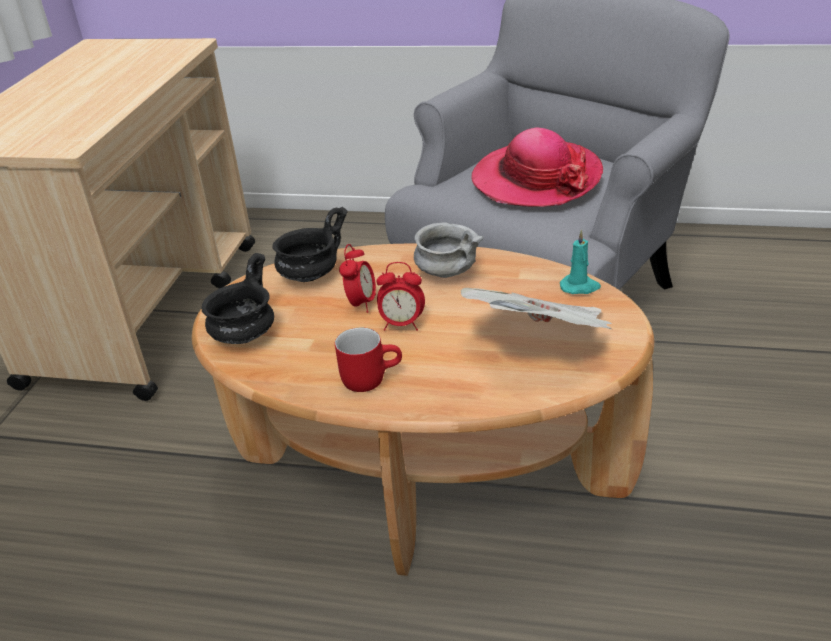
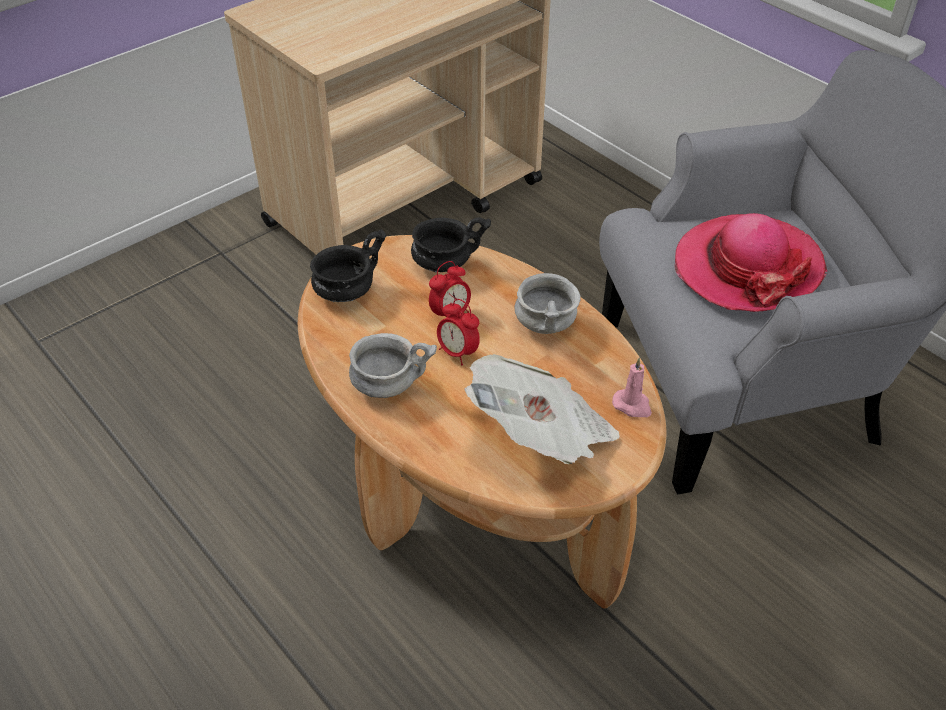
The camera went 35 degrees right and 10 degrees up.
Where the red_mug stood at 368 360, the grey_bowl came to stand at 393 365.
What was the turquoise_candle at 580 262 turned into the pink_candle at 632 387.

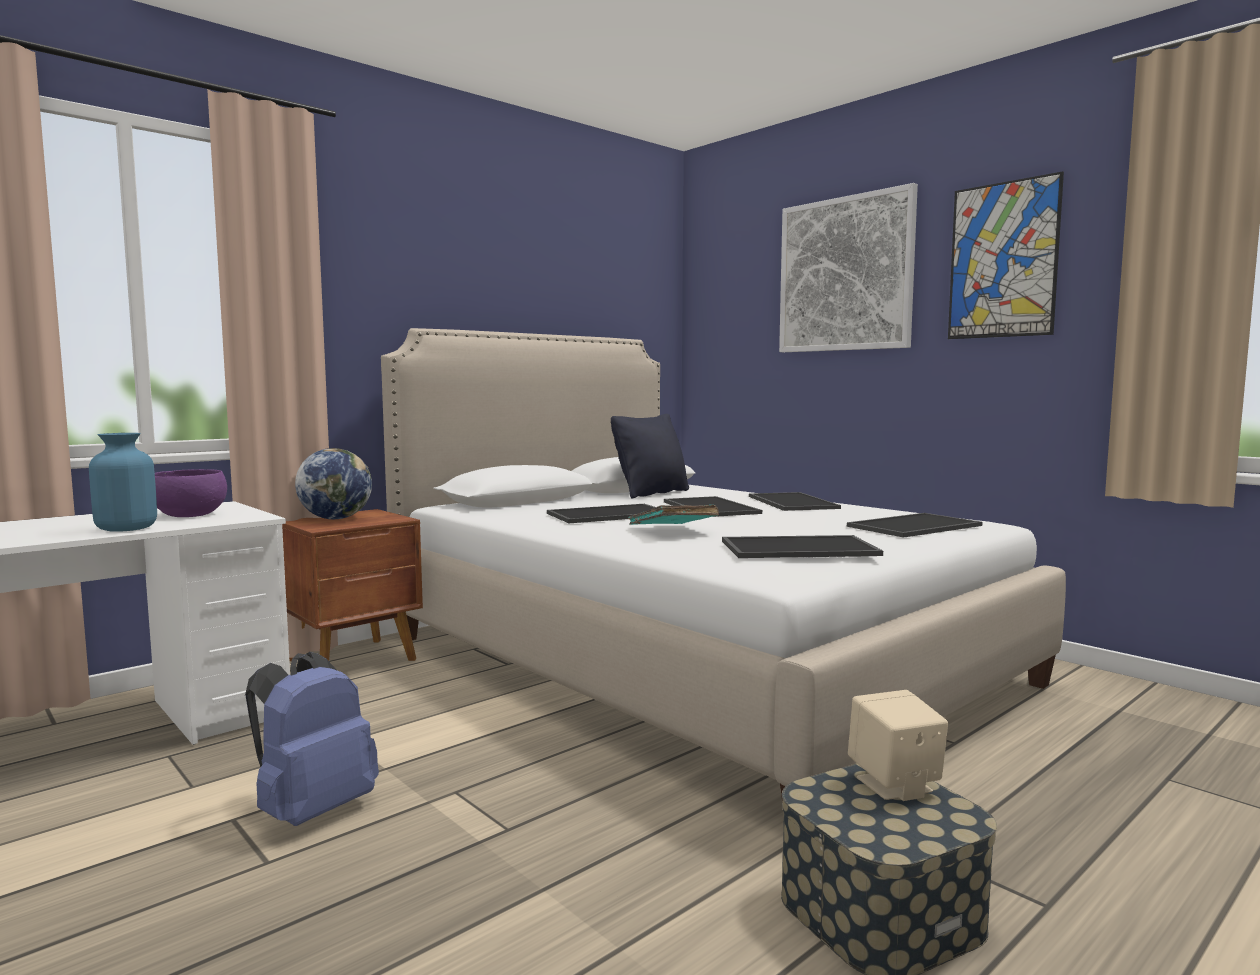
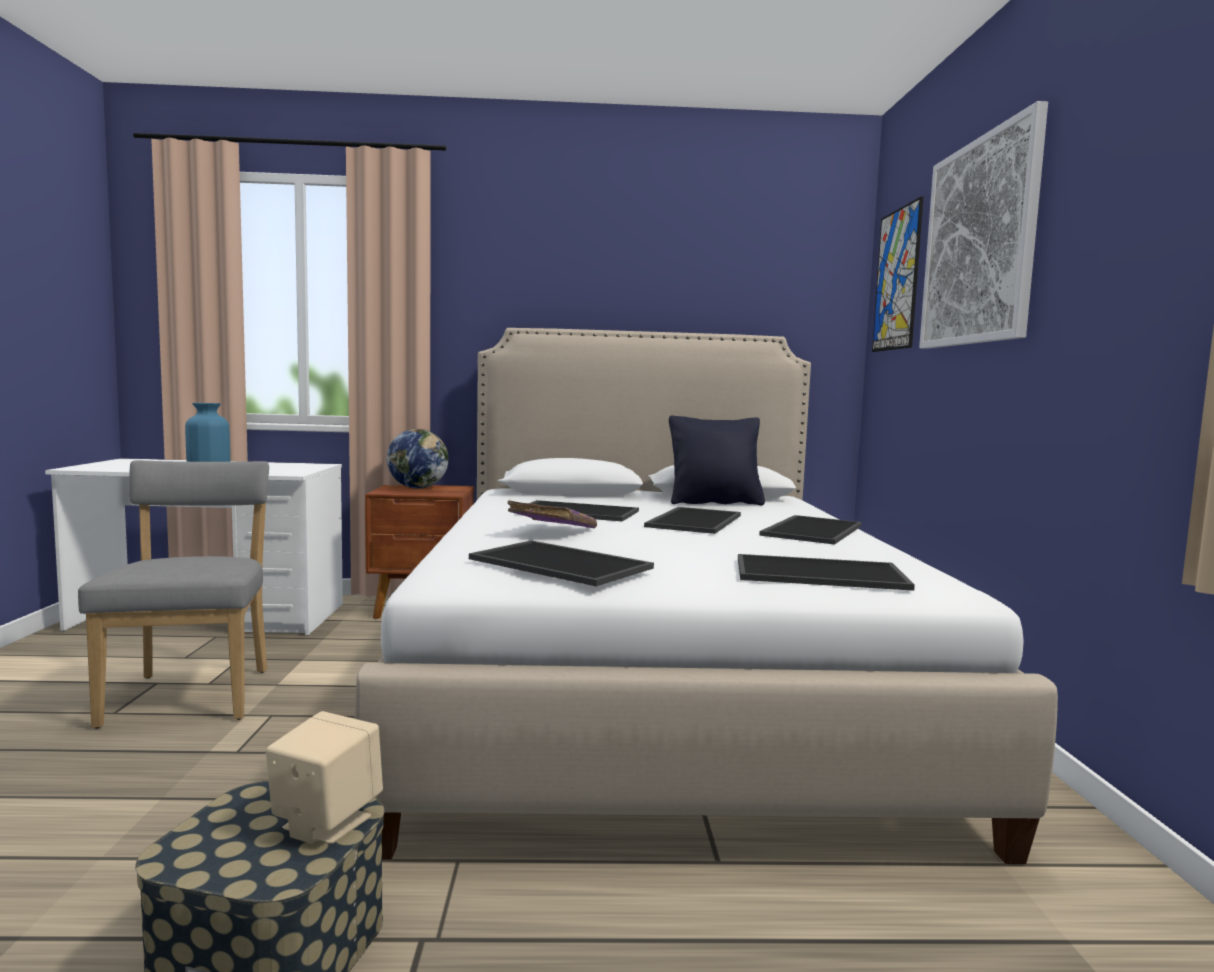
The camera went 40 degrees right and 0 degrees up.
The second view lost the purple_bowl at 191 493.
The picture ended up elsewhere, having gone from 1006 255 to 898 274.
Where the blue_backpack stood at 312 739, the grey_chair came to stand at 173 594.
What was the turquoise_book at 673 515 turned into the purple_book at 552 514.

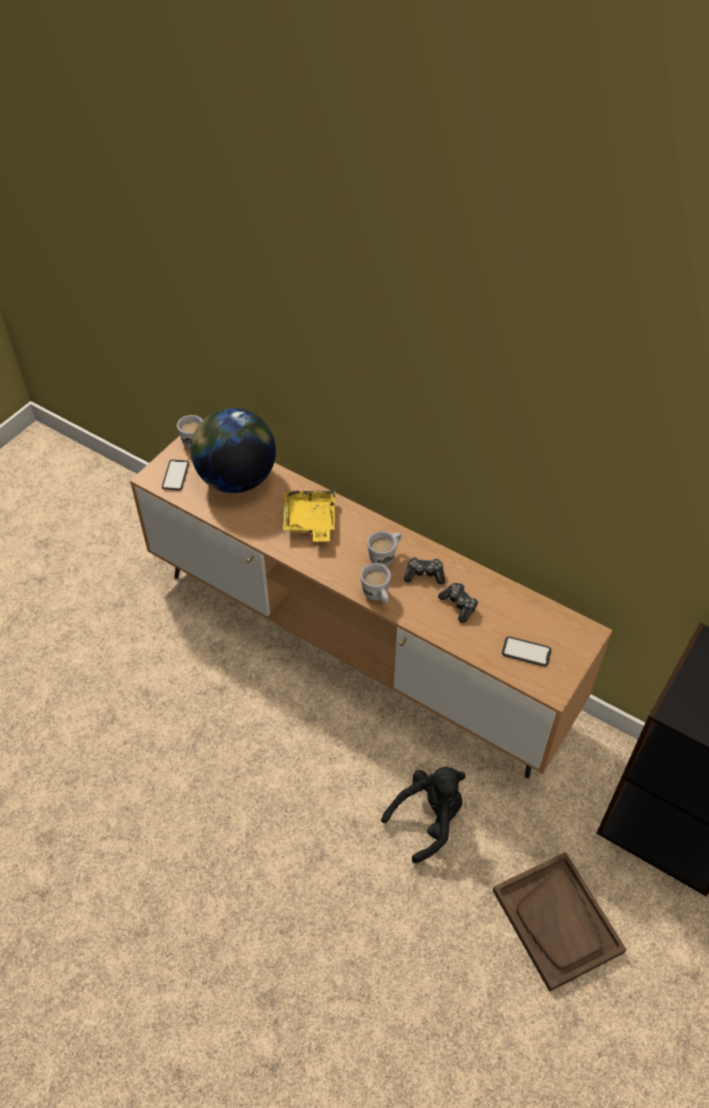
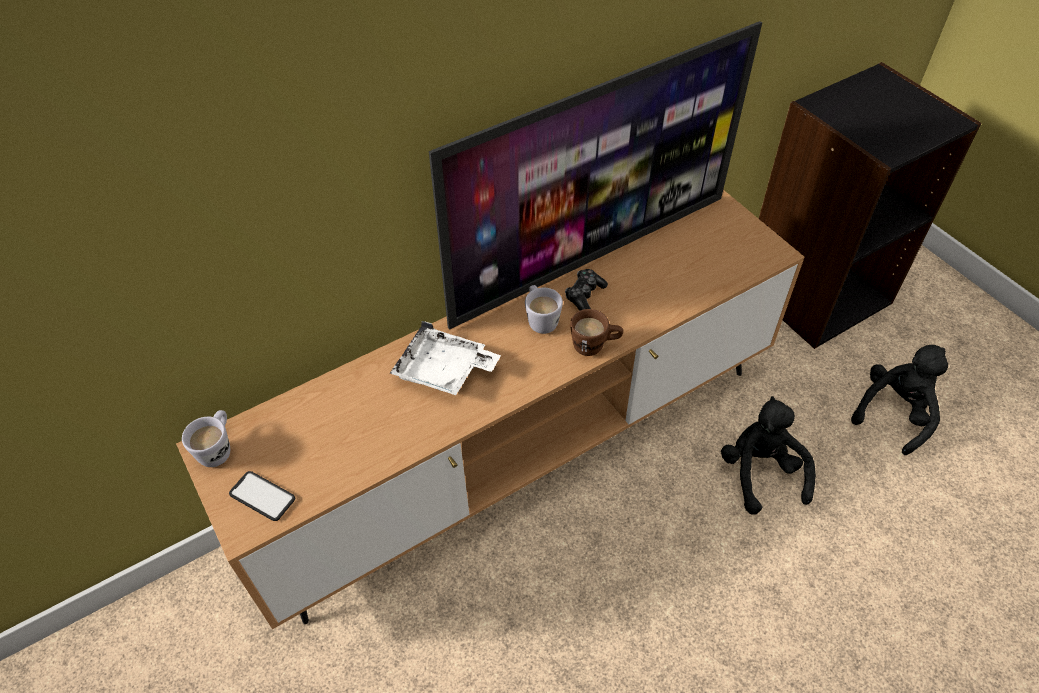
The camera went 65 degrees left and 0 degrees up.
The second view lost the globe at 233 450.
The second view lost the game_controller at 458 603.
The second view lost the phone at 526 651.
The second view gained the television at 595 175.
Where the brown_tray stood at 559 922, the black_plush_toy came to stand at 899 400.
What was the yellow_tray at 309 515 turned into the white_tray at 445 358.
What was the white_mug at 375 583 turned into the brown_mug at 596 332.

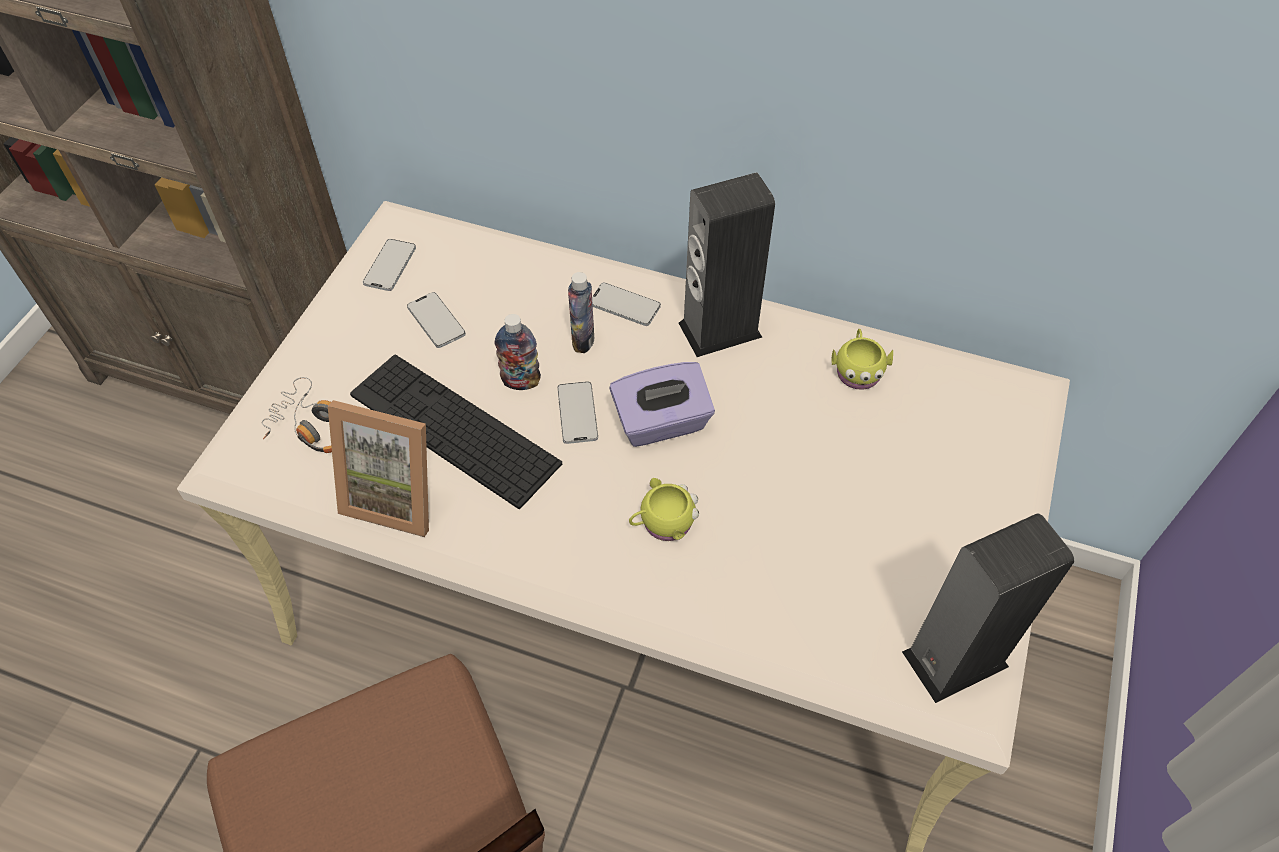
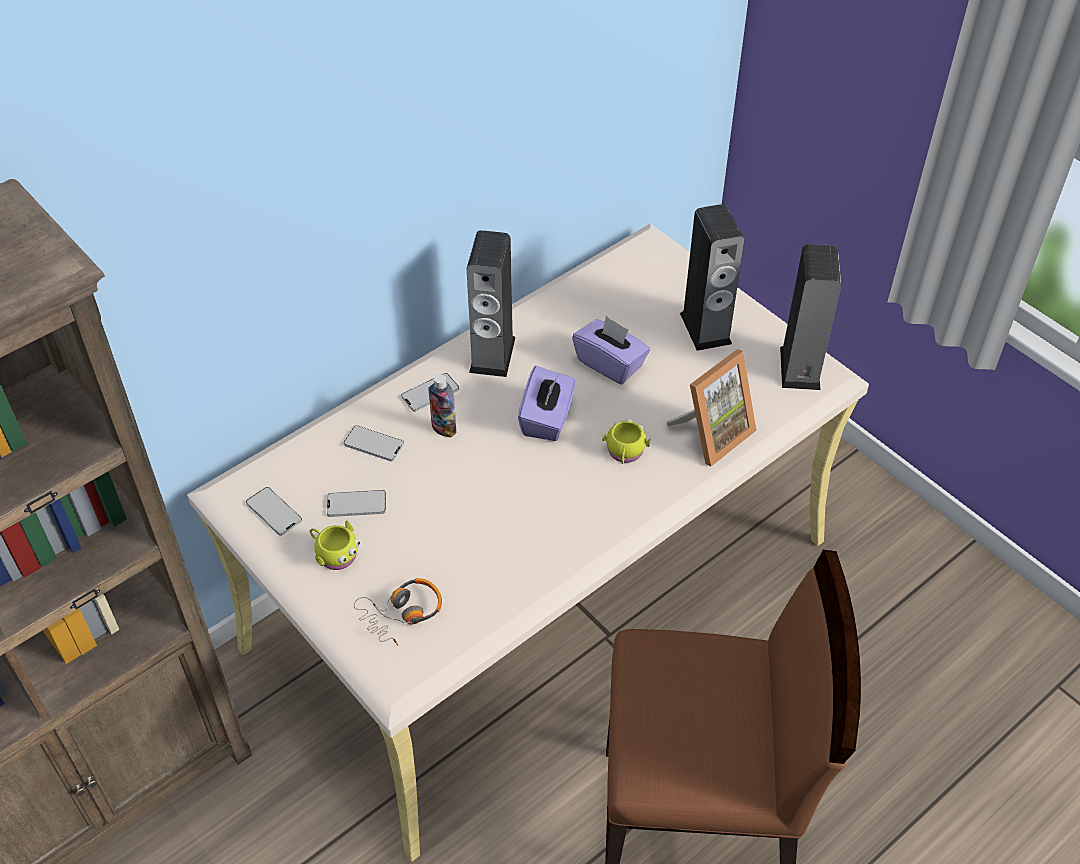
The camera went 60 degrees left and 5 degrees down.
The second view lost the keyboard at 456 431.
The second view lost the bottle at 517 352.
The second view gained the purple_tissue_box at 611 350.
The second view gained the speaker at 712 277.
The picture_frame ended up elsewhere, having gone from 378 468 to 712 407.
The phone ended up elsewhere, having gone from 577 413 to 373 443.
The yellow_mug ended up elsewhere, having gone from 862 359 to 335 545.

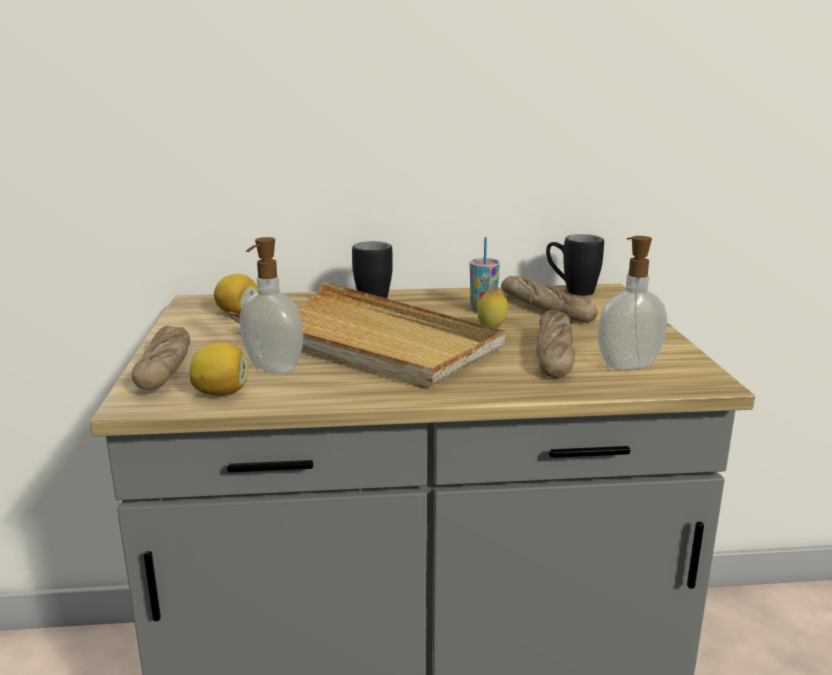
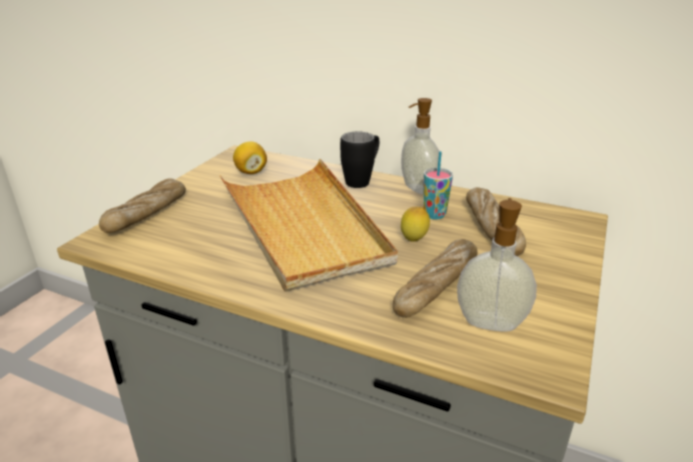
The camera went 30 degrees right and 10 degrees up.
The second view lost the lemon at 219 369.
The second view lost the black_mug at 575 265.
The soap_dispenser ended up elsewhere, having gone from 271 305 to 420 146.

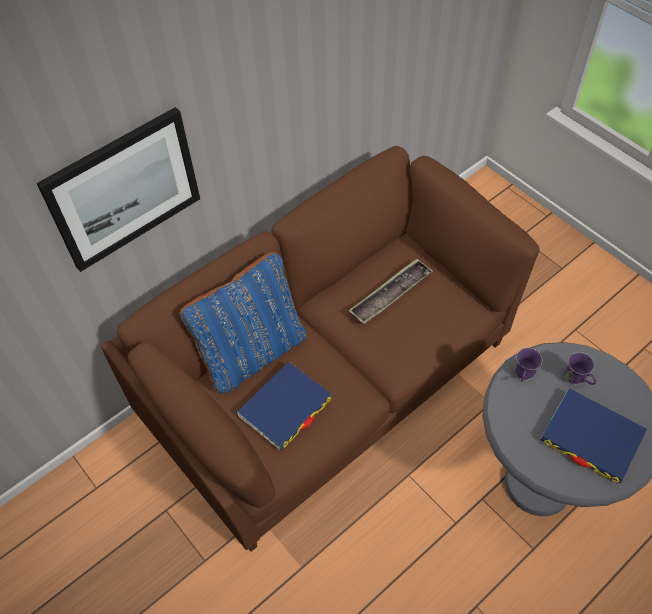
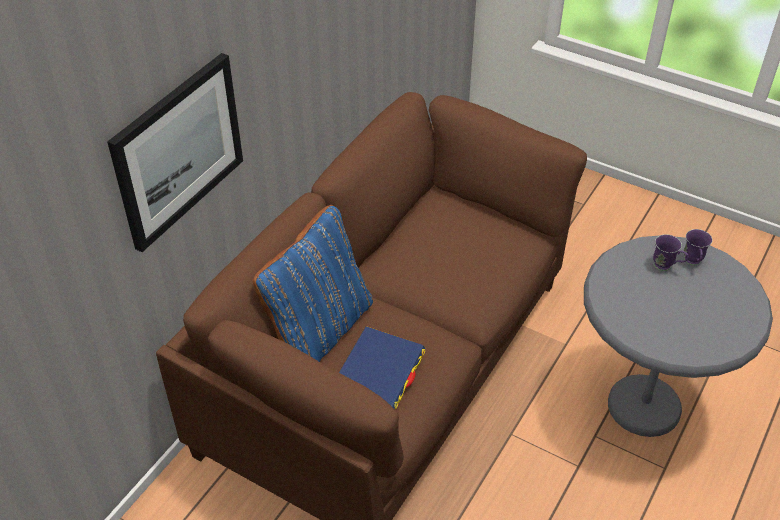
The camera went 20 degrees left and 10 degrees down.
The second view lost the tray at 390 291.
The second view lost the blue_book at 594 436.
The purple_mug ended up elsewhere, having gone from 528 364 to 698 247.

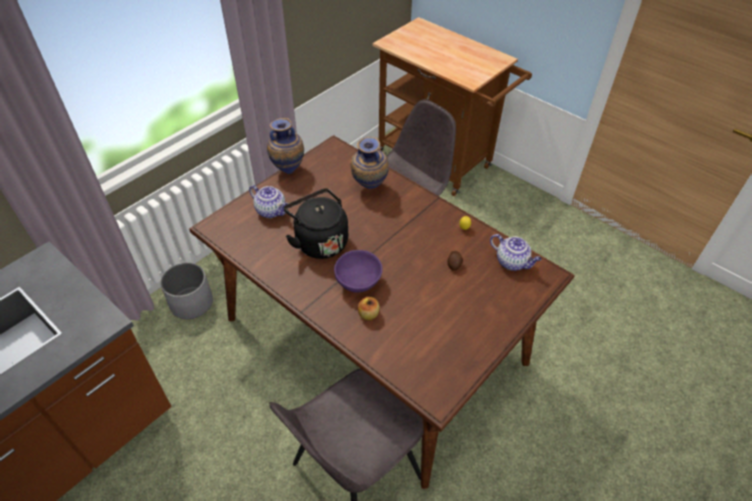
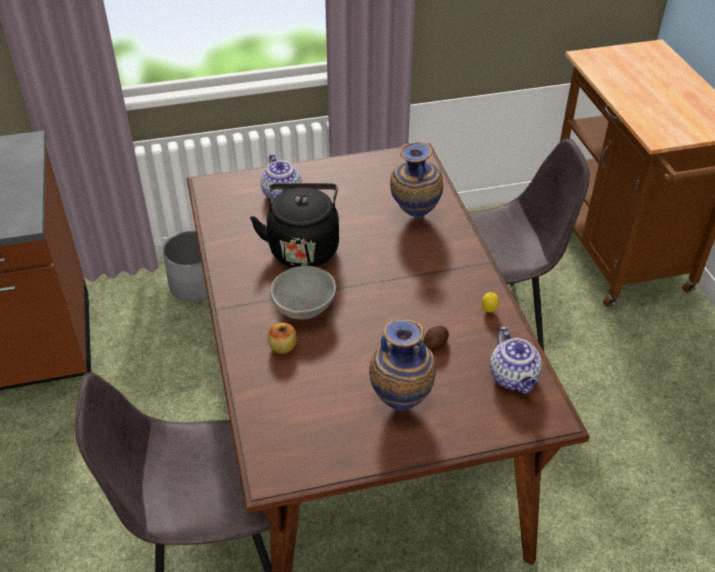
The camera went 35 degrees right and 5 degrees down.
The vase ended up elsewhere, having gone from 285 146 to 402 365.
What was the purple_bowl at 358 271 turned into the grey_bowl at 303 292.

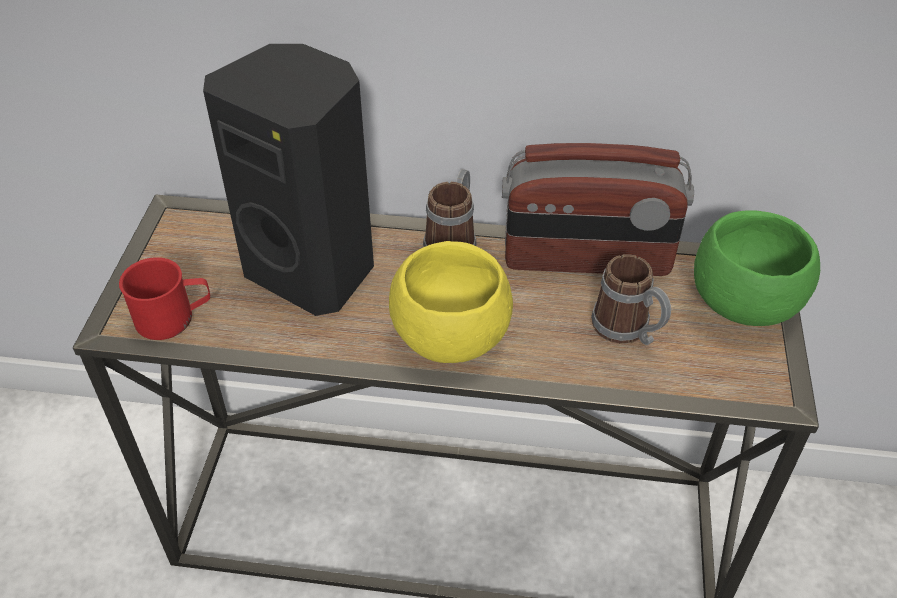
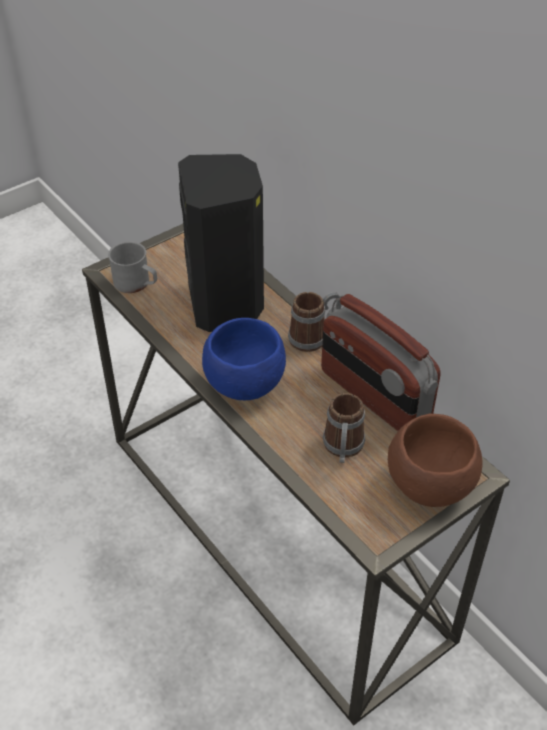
The camera went 45 degrees right and 0 degrees up.
What was the red_mug at 164 298 turned into the grey_mug at 132 267.
What was the yellow_bowl at 451 302 turned into the blue_bowl at 244 359.
What was the green_bowl at 757 268 turned into the brown_bowl at 435 460.

